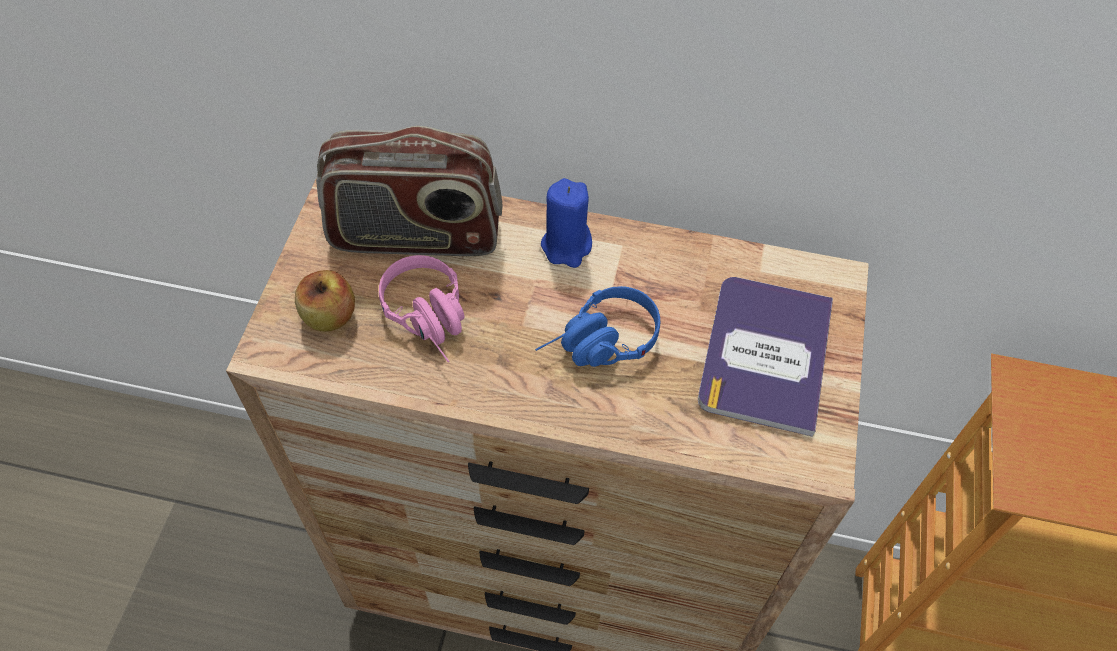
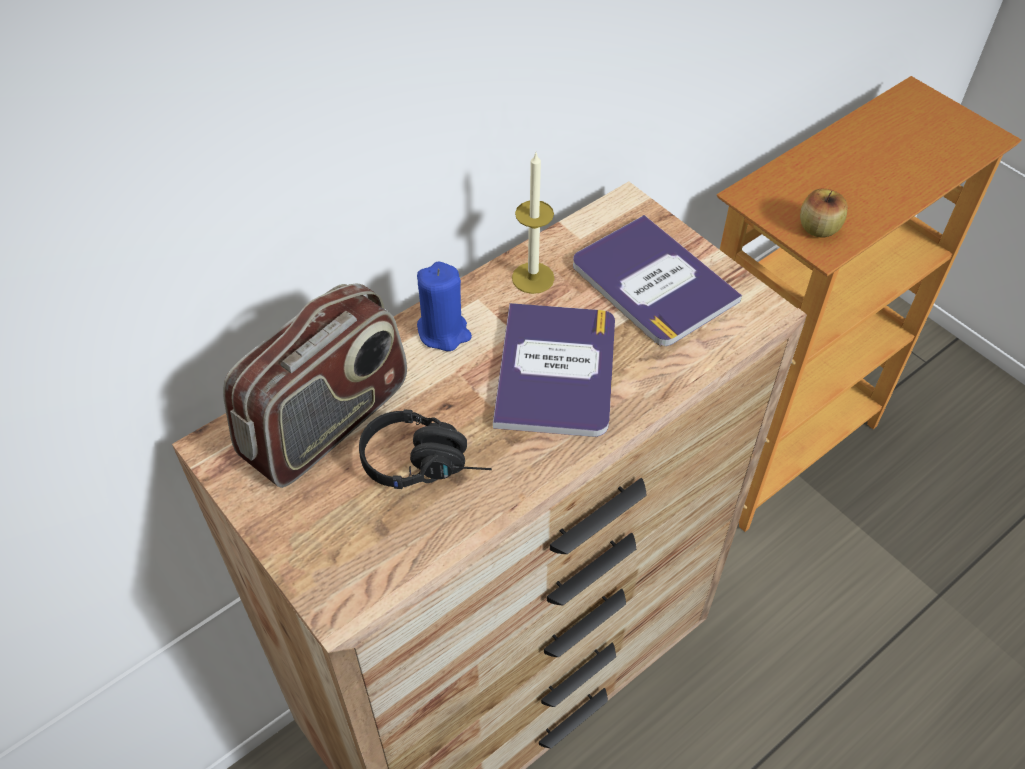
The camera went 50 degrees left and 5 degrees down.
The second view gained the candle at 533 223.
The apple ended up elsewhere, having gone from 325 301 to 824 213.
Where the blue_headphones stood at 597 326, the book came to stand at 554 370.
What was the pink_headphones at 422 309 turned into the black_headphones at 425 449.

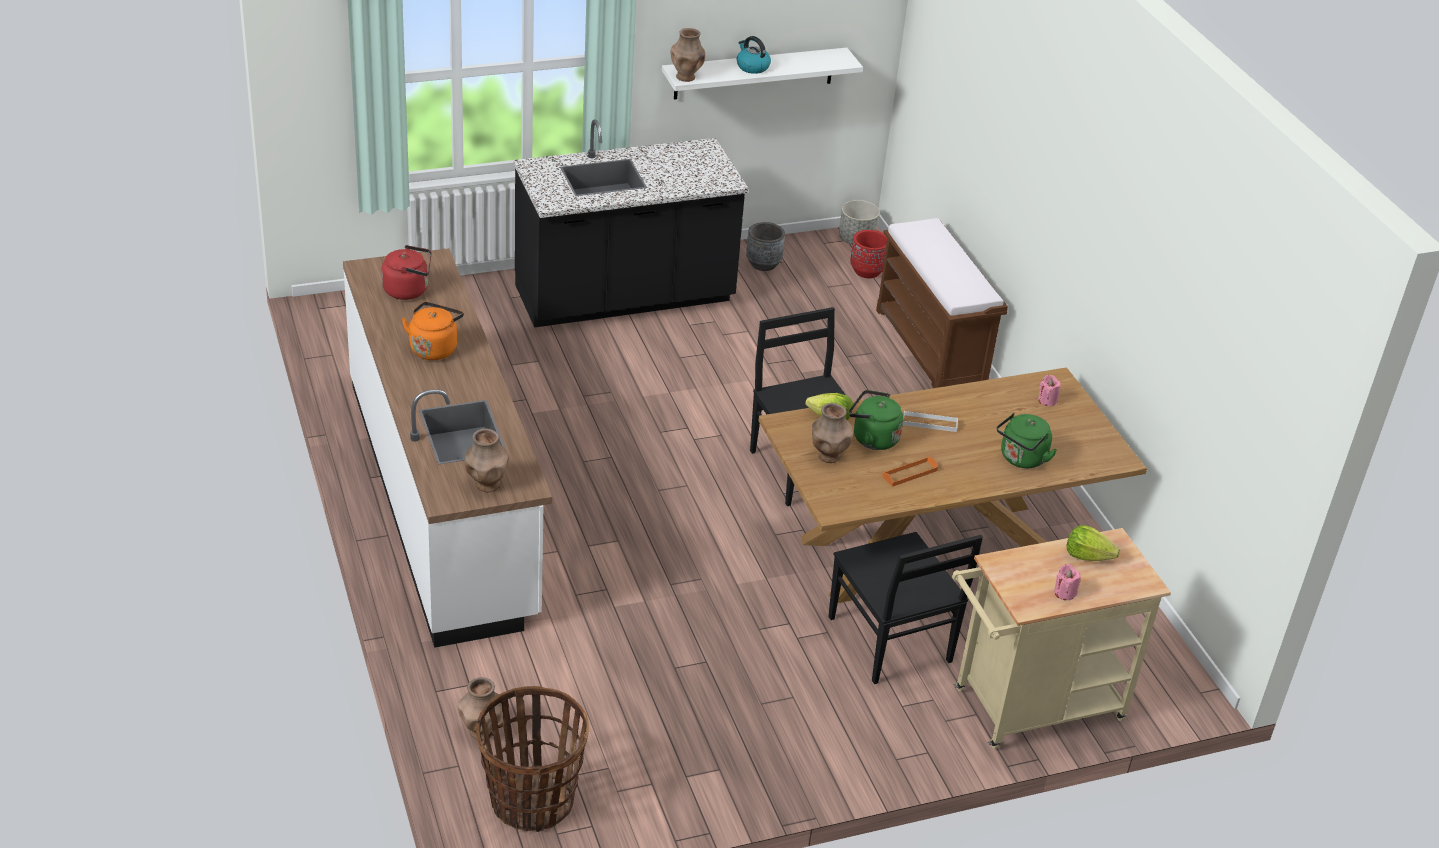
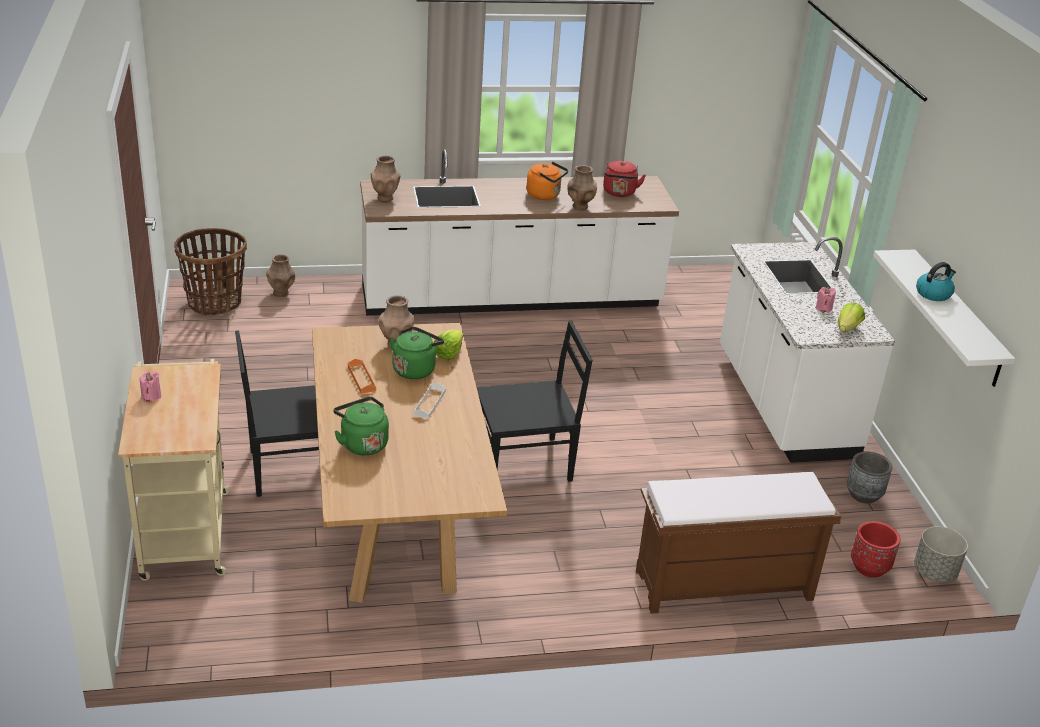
The camera went 100 degrees right and 5 degrees down.
The brown_vase ended up elsewhere, having gone from 687 55 to 582 187.
The pink_candle ended up elsewhere, having gone from 1049 390 to 826 299.
The lettuce ended up elsewhere, having gone from 1093 543 to 851 317.
What was the black_counter at 631 223 turned into the white_counter at 807 350.

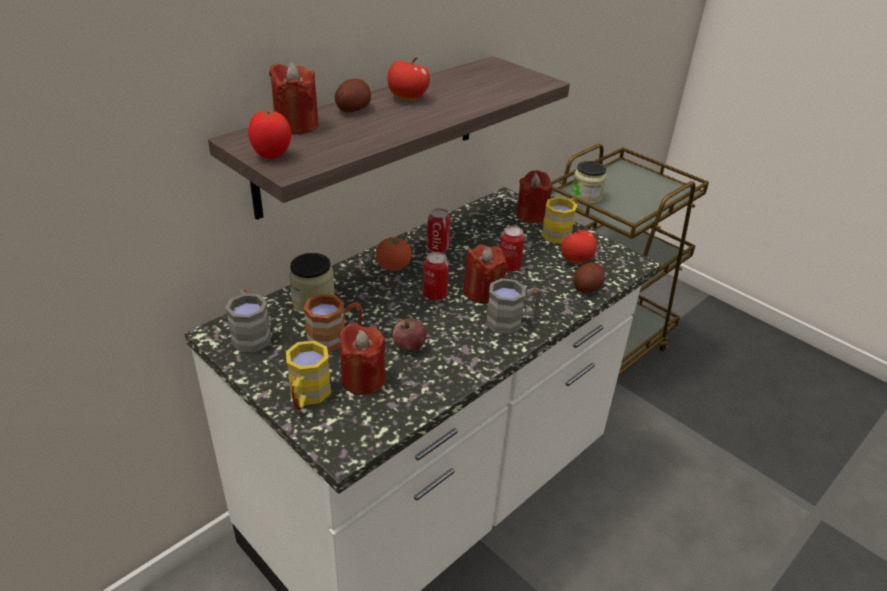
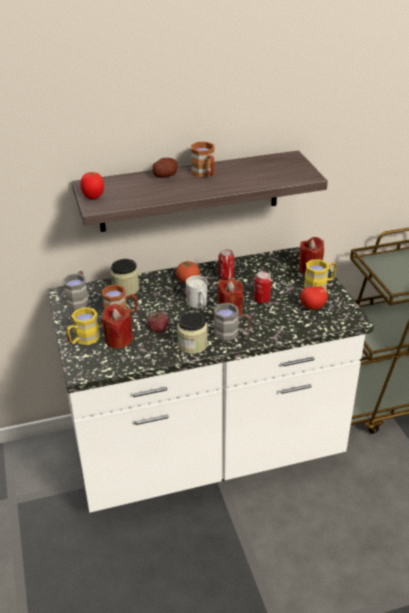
The camera went 30 degrees right and 0 degrees up.
The second view lost the red_candle at 294 98.
The second view lost the potato at 589 277.
The jar ended up elsewhere, having gone from 588 182 to 192 333.
Where the apple stood at 408 78, the brown_mug came to stand at 203 159.
Where the can stood at 436 276, the white_mug came to stand at 196 291.

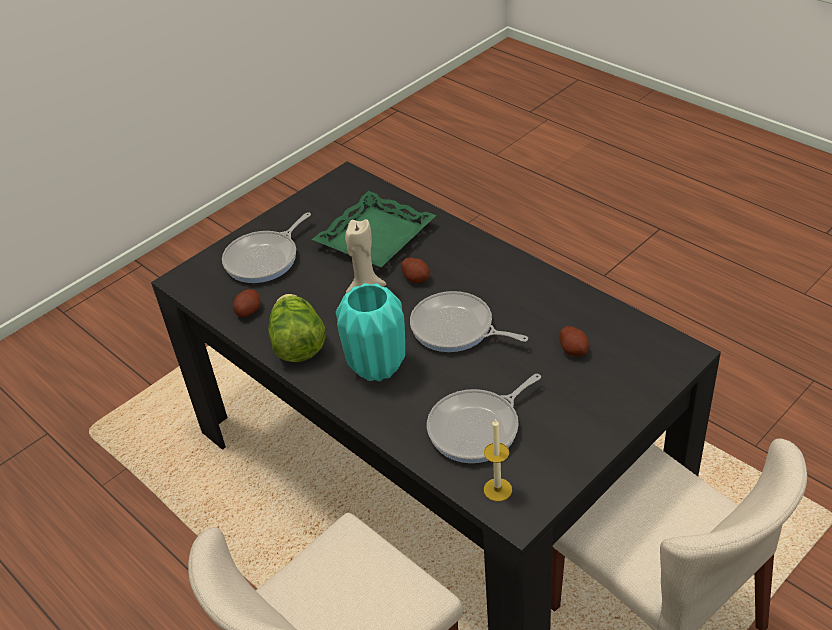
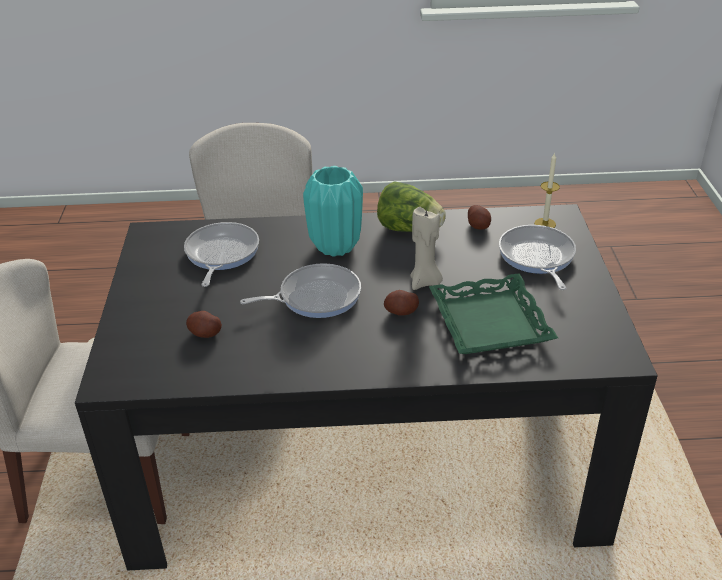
The camera went 130 degrees right and 5 degrees down.
The candle ended up elsewhere, having gone from 498 459 to 547 190.

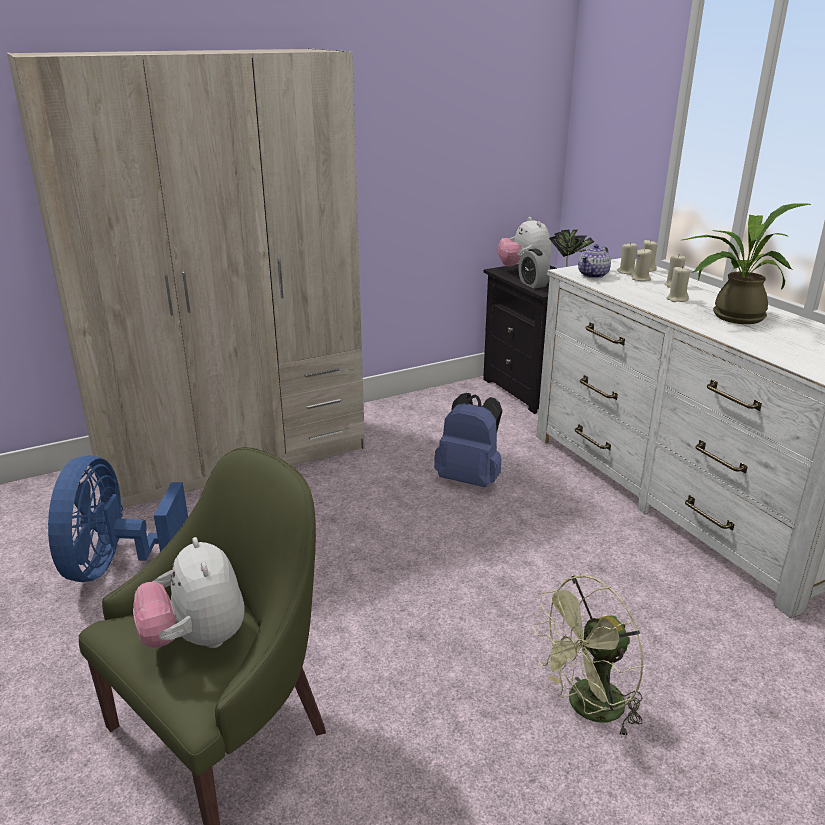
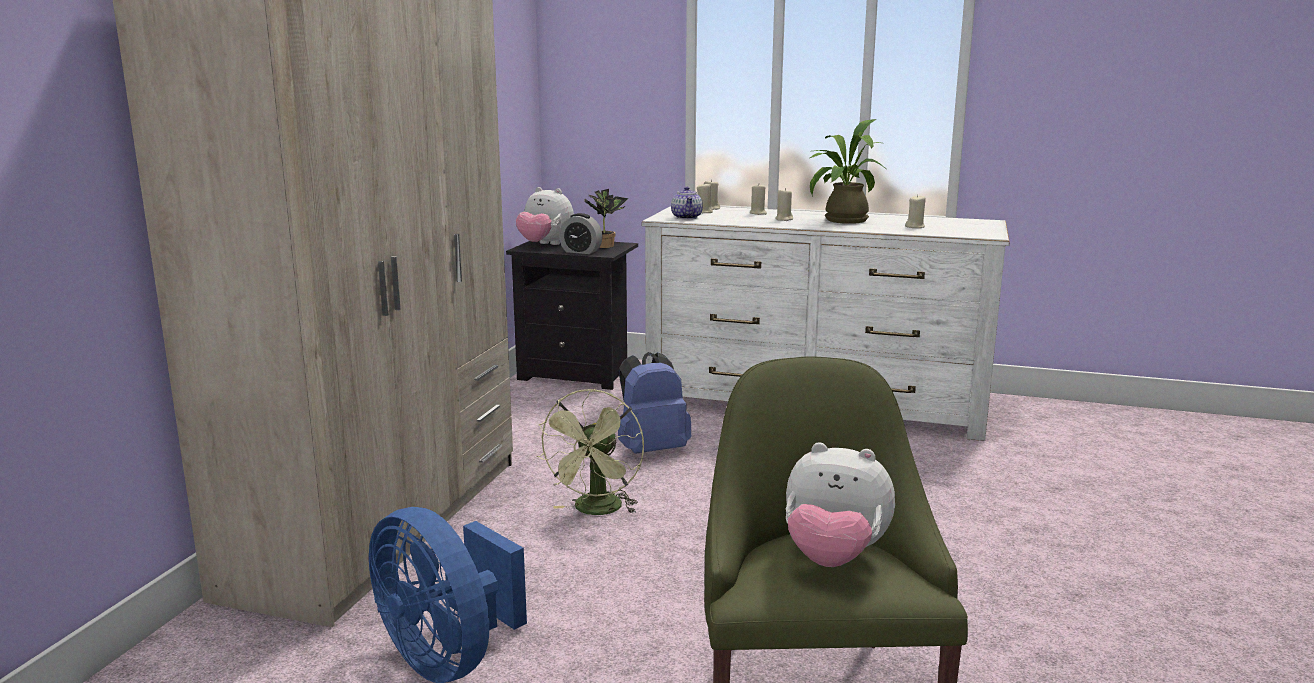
The camera went 45 degrees left and 10 degrees down.
The green_fan ended up elsewhere, having gone from 588 656 to 590 452.
The beige_candle ended up elsewhere, having gone from 642 265 to 915 211.

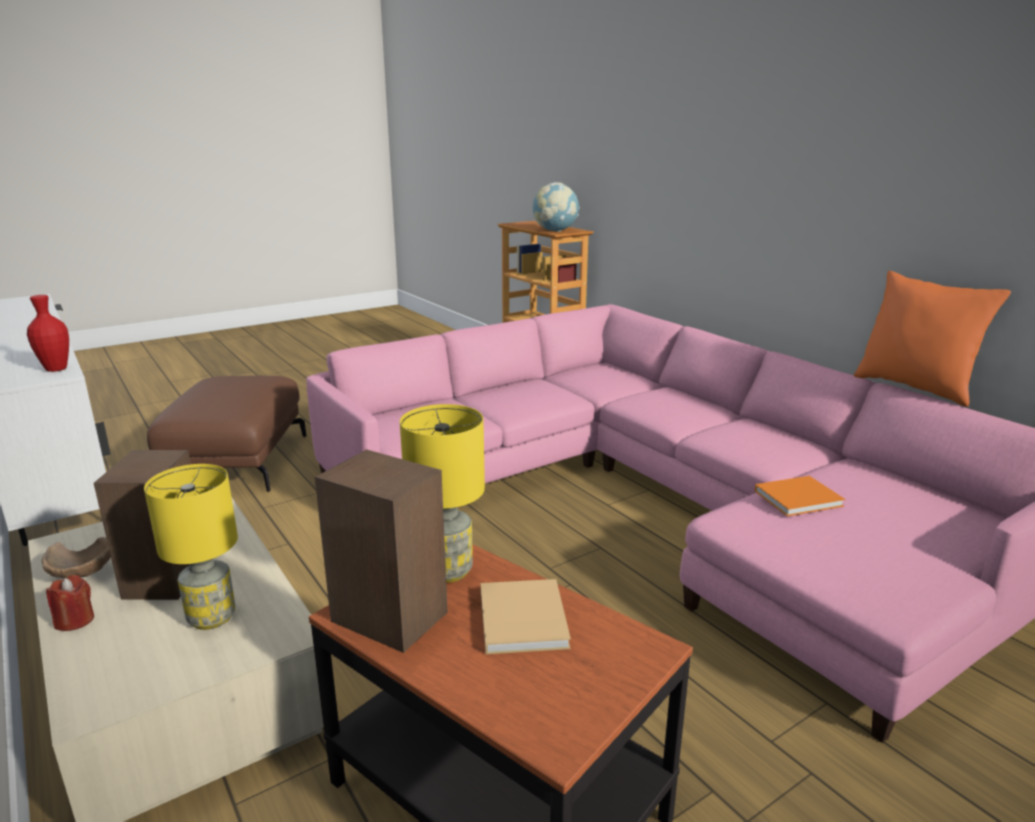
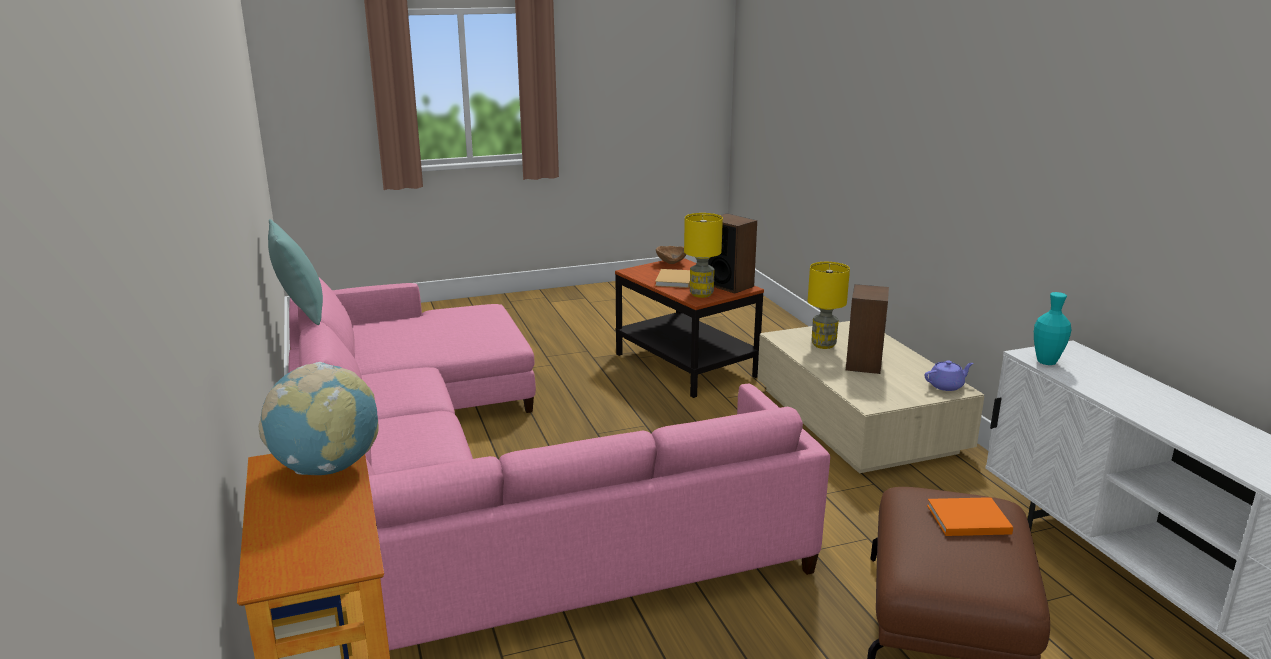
The camera went 165 degrees left and 0 degrees up.
The second view lost the red_candle at 70 603.
The second view gained the purple_teapot at 949 375.
The brown_bowl ended up elsewhere, having gone from 76 557 to 671 255.
The orange_book ended up elsewhere, having gone from 800 496 to 970 516.
What was the red_vase at 48 333 turned into the turquoise_vase at 1052 328.
What was the orange_pillow at 932 339 turned into the turquoise_pillow at 295 272.

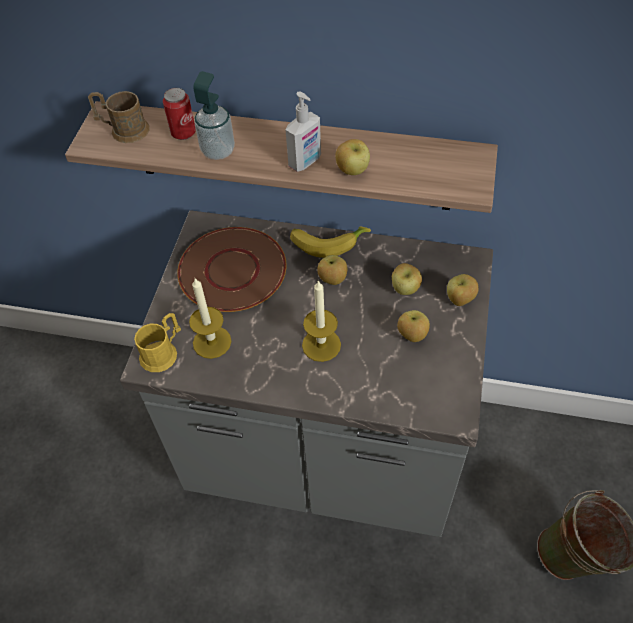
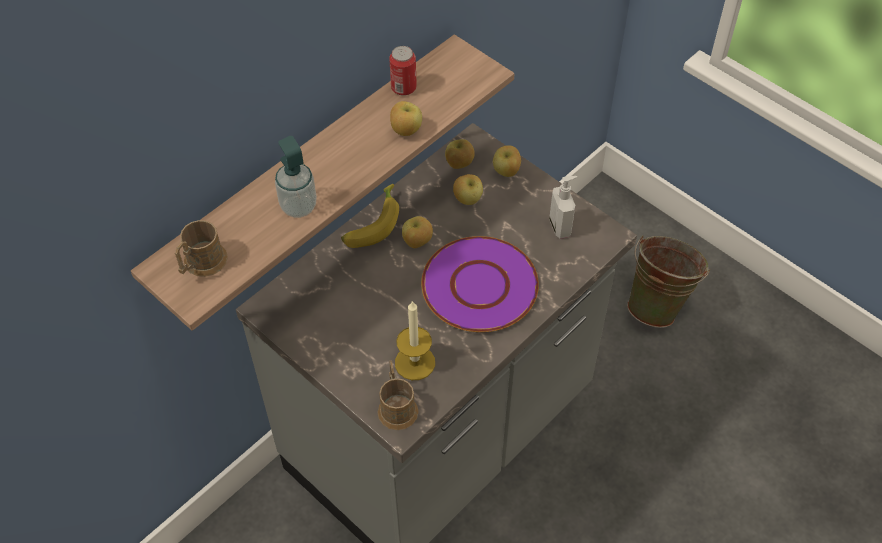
The camera went 60 degrees left and 0 degrees up.
The second view lost the brown_plate at 231 269.
The can ended up elsewhere, having gone from 179 114 to 403 71.
The soap_dispenser ended up elsewhere, having gone from 303 131 to 563 207.
The apple ended up elsewhere, having gone from 413 326 to 460 154.
Where the candle stood at 321 321, the purple_plate came to stand at 480 284.
What was the yellow_mug at 157 342 turned into the brown_mug at 398 395.

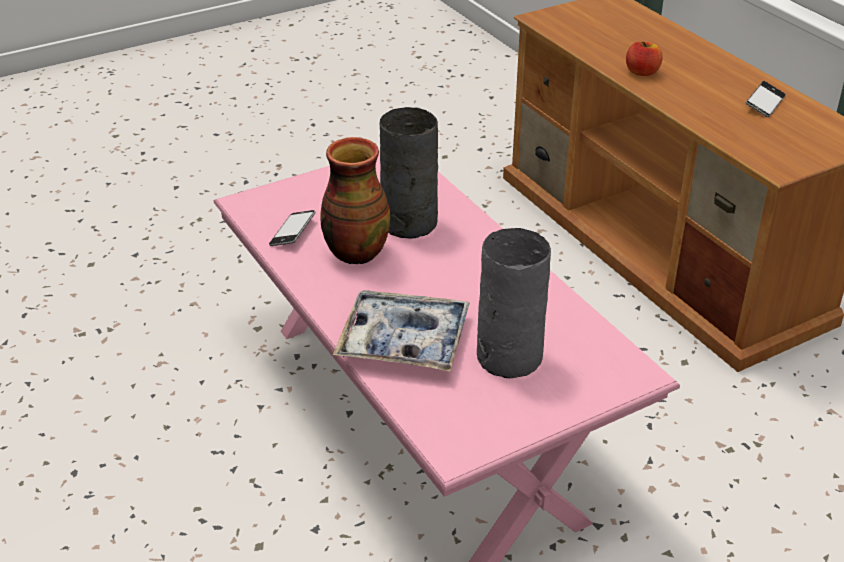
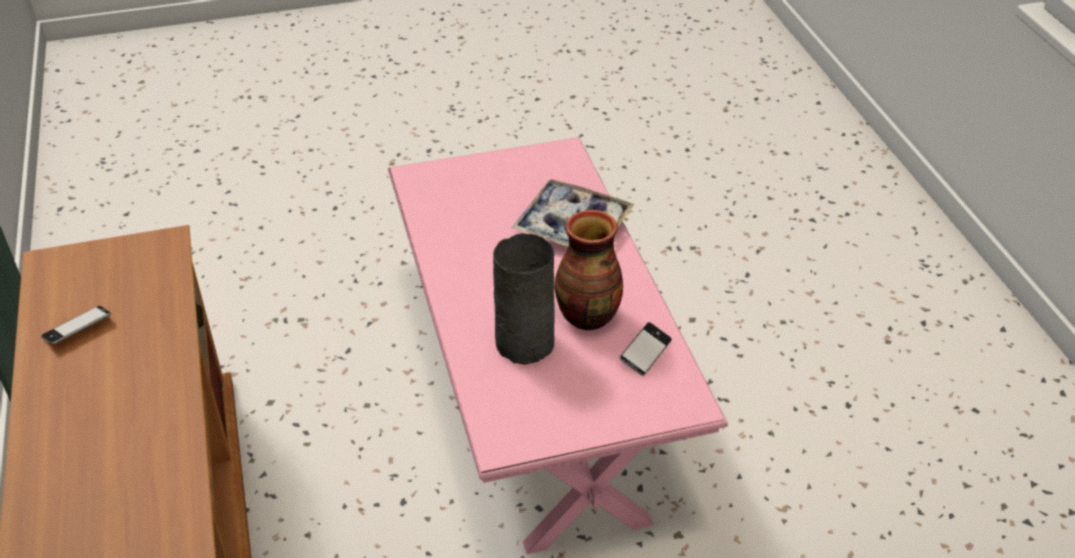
The camera went 165 degrees left and 5 degrees up.
The second view lost the grey_vase at 514 303.
The second view lost the apple at 644 59.

